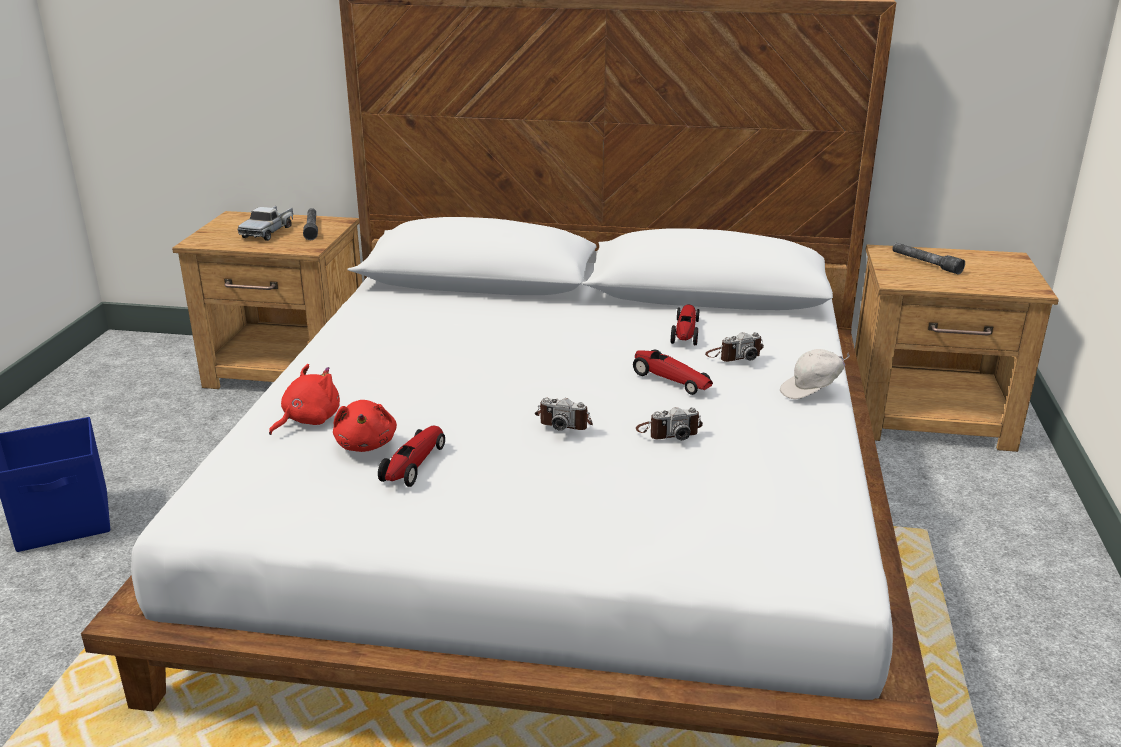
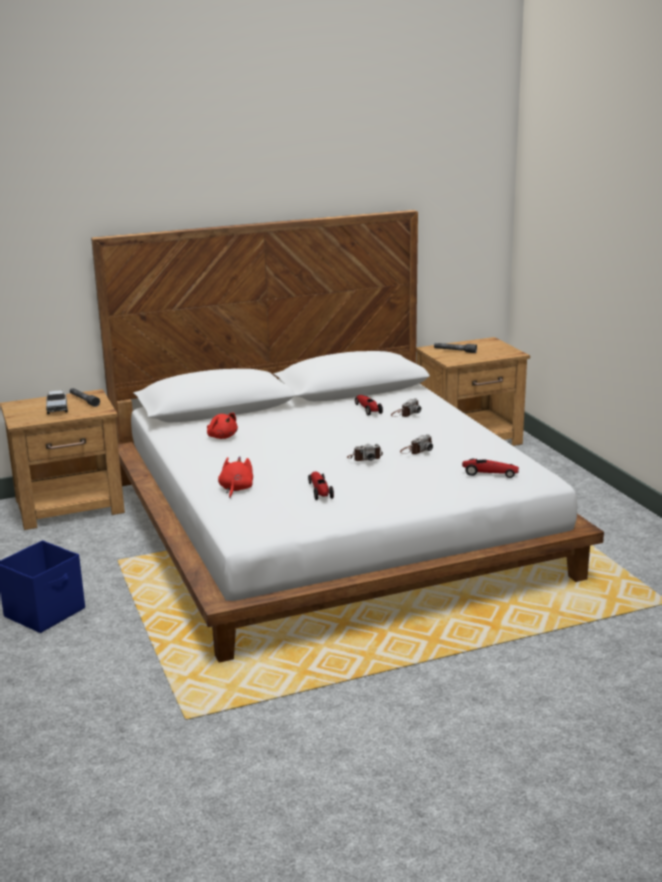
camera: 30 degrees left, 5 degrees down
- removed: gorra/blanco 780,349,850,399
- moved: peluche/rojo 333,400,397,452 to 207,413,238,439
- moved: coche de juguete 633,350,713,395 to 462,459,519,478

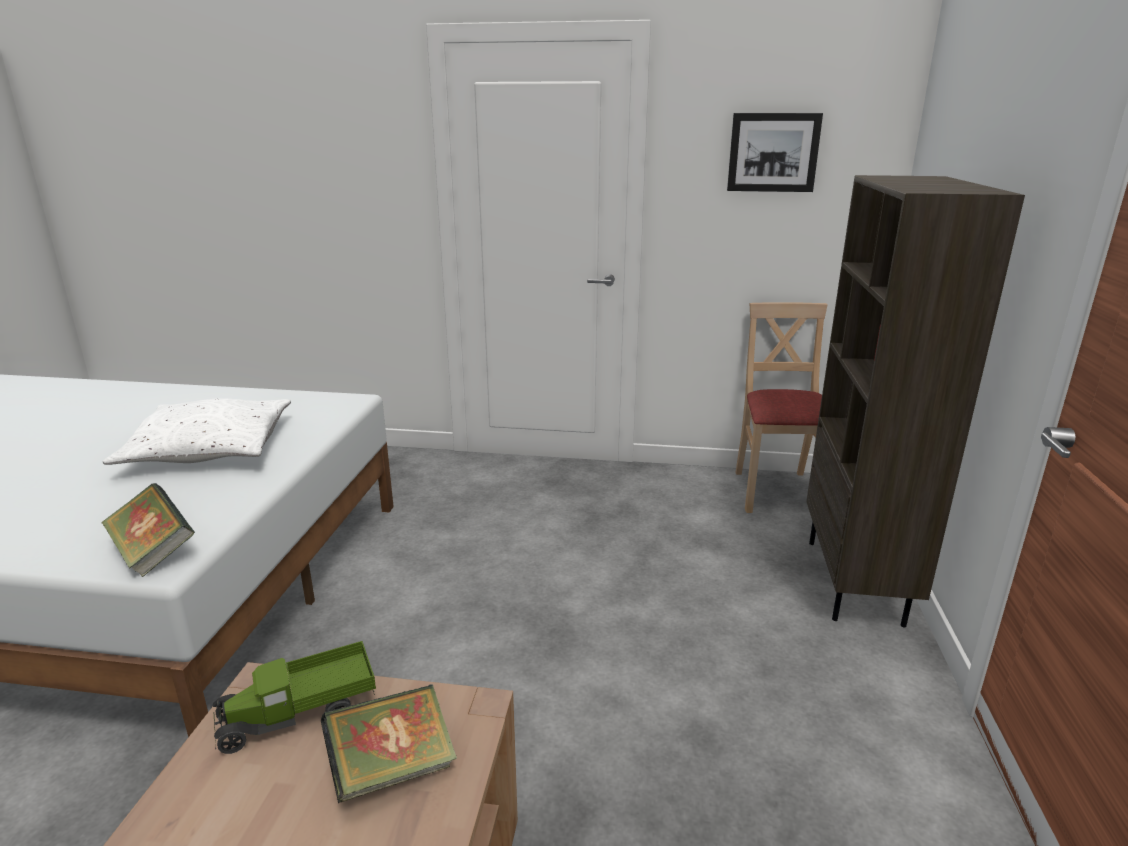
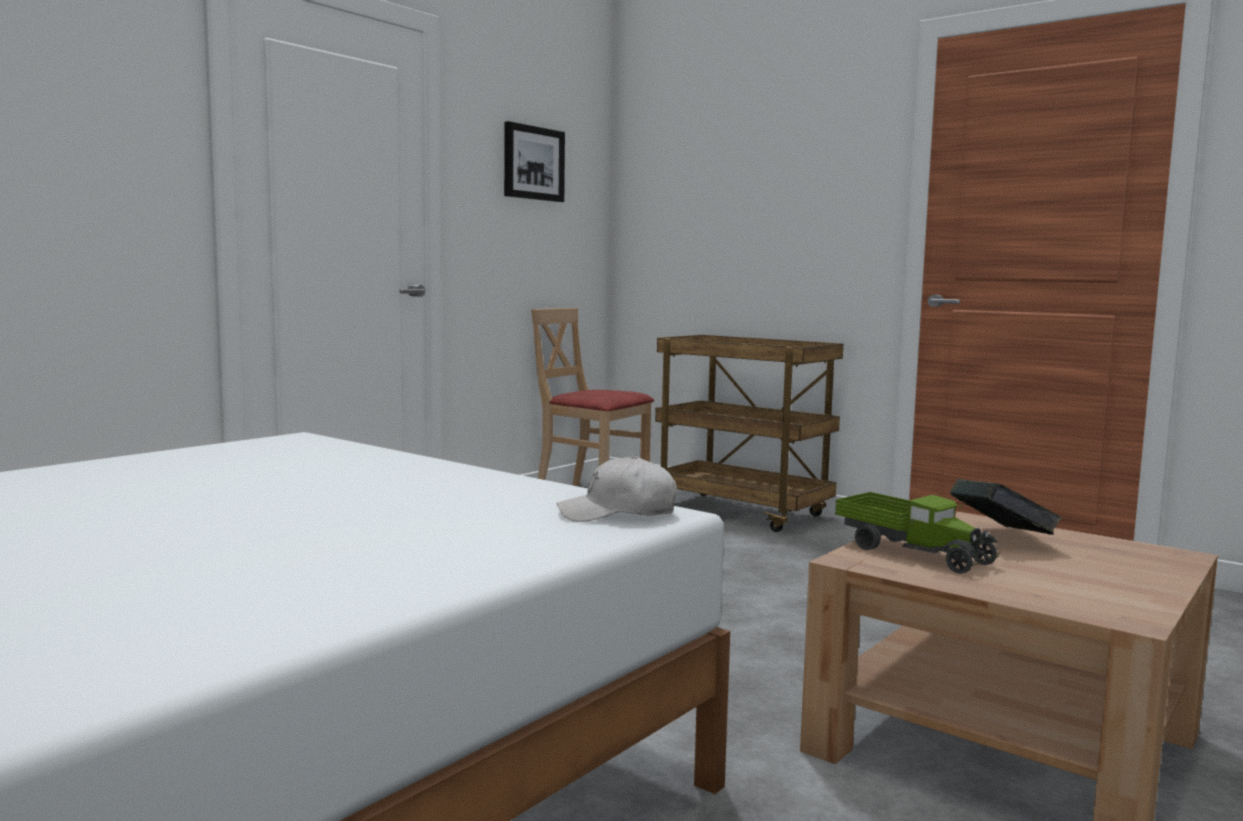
camera: 60 degrees left, 15 degrees down
- removed: cojín/blanco 103,398,291,465
- replaced: libro 102,483,195,577 to gorra/blanco 557,455,677,522
- replaced: estantería/marrón 806,175,1025,627 to carrito/marrón 655,335,843,532
- turned: camión de juguete 213,641,376,754 = 835,492,999,574 45 degrees counterclockwise

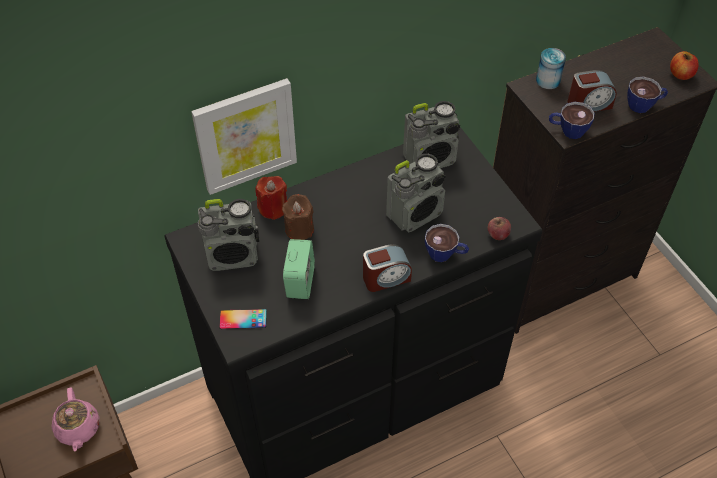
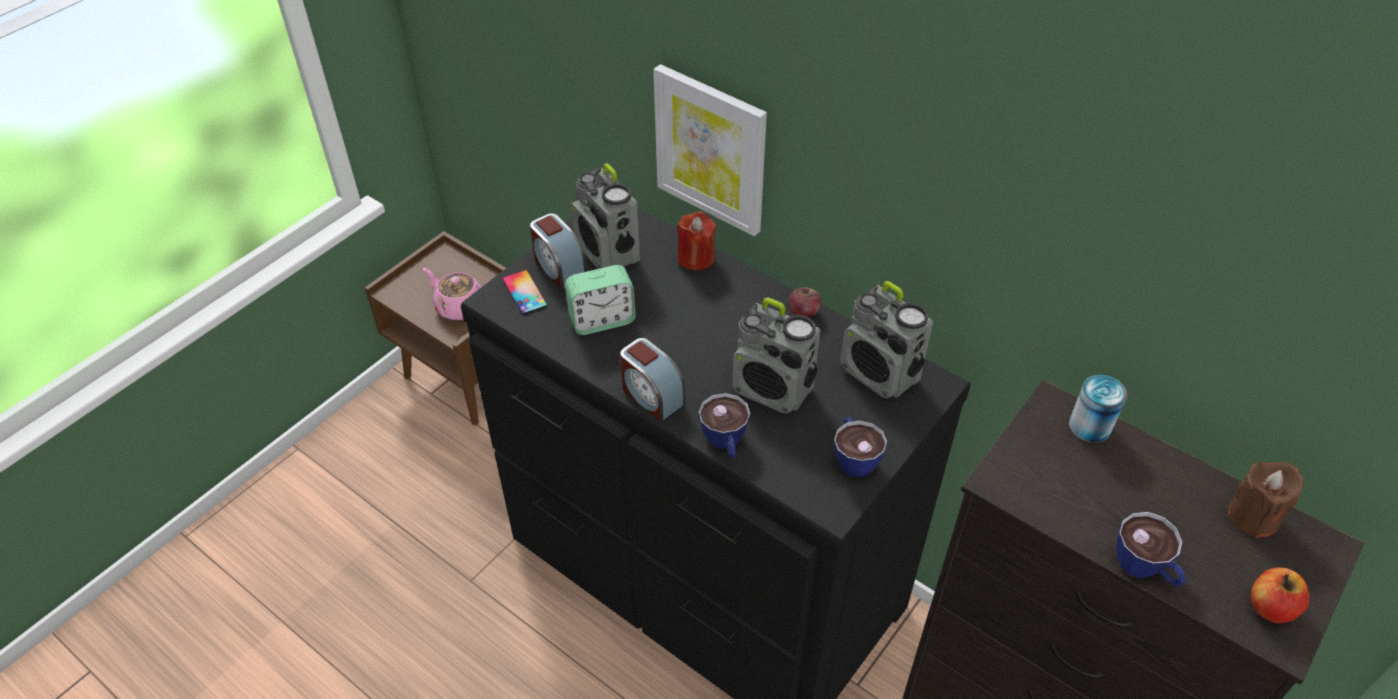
camera: 65 degrees right, 5 degrees down
- moved: vela/marrón 282,194,314,240 to 1228,462,1305,538
- moved: manzana 488,217,511,240 to 789,287,821,317
- moved: taza 549,102,594,139 to 834,417,887,478
- moved: despertador 568,70,617,112 to 530,213,587,289
- turned: tetera/rosa 52,388,100,451 = 423,268,481,320 75 degrees clockwise

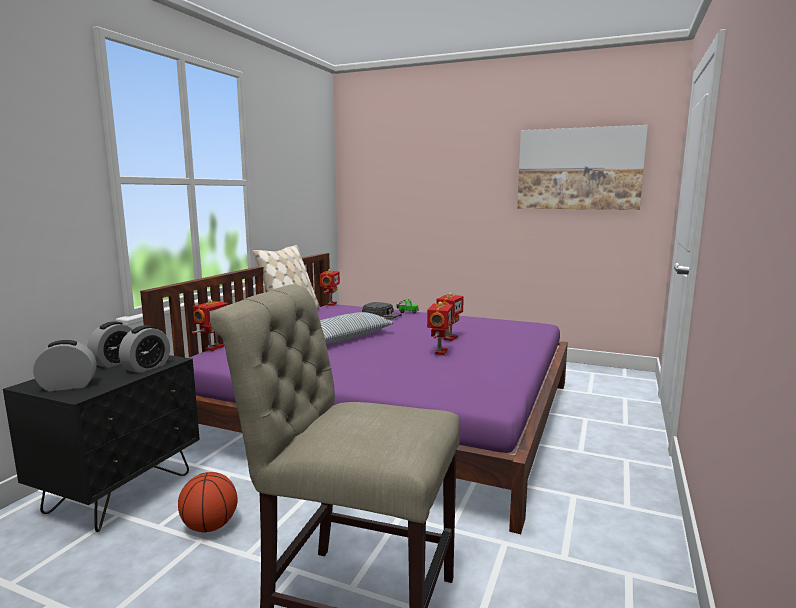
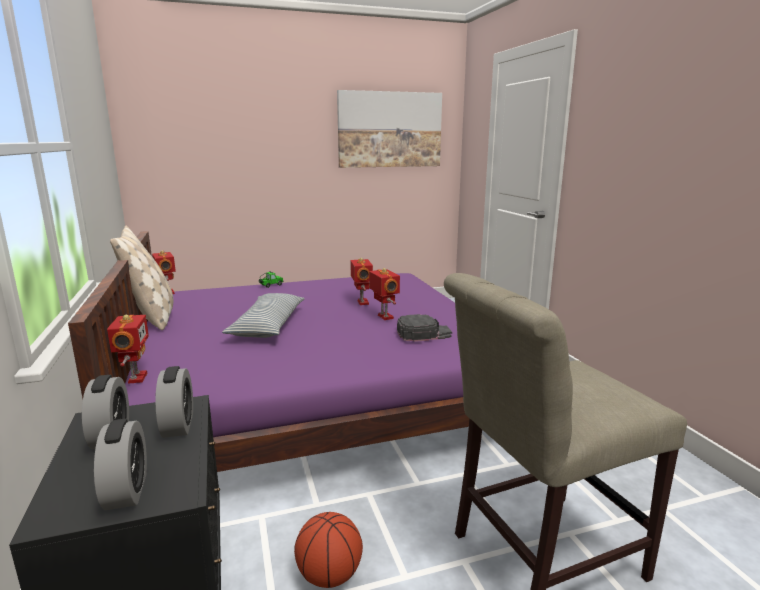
camera: 40 degrees left, 5 degrees up
- moved: gorra/negro 362,302,402,320 to 397,314,452,342
- turned: despertador 33,340,97,391 = 94,419,147,510 135 degrees clockwise

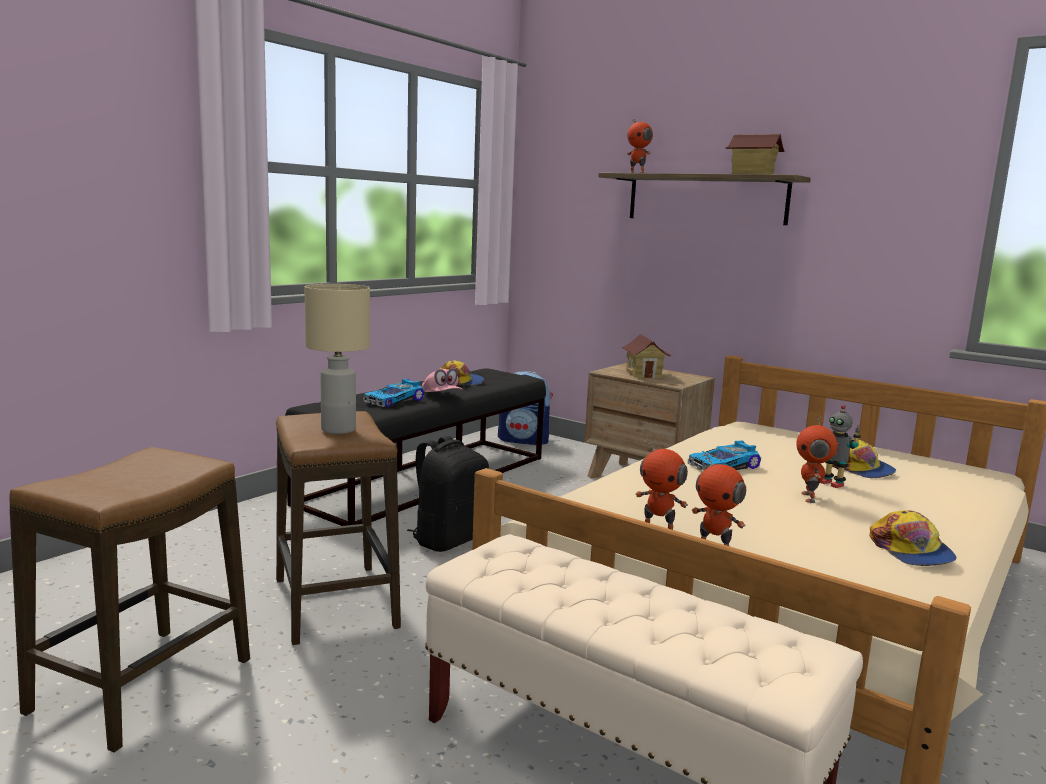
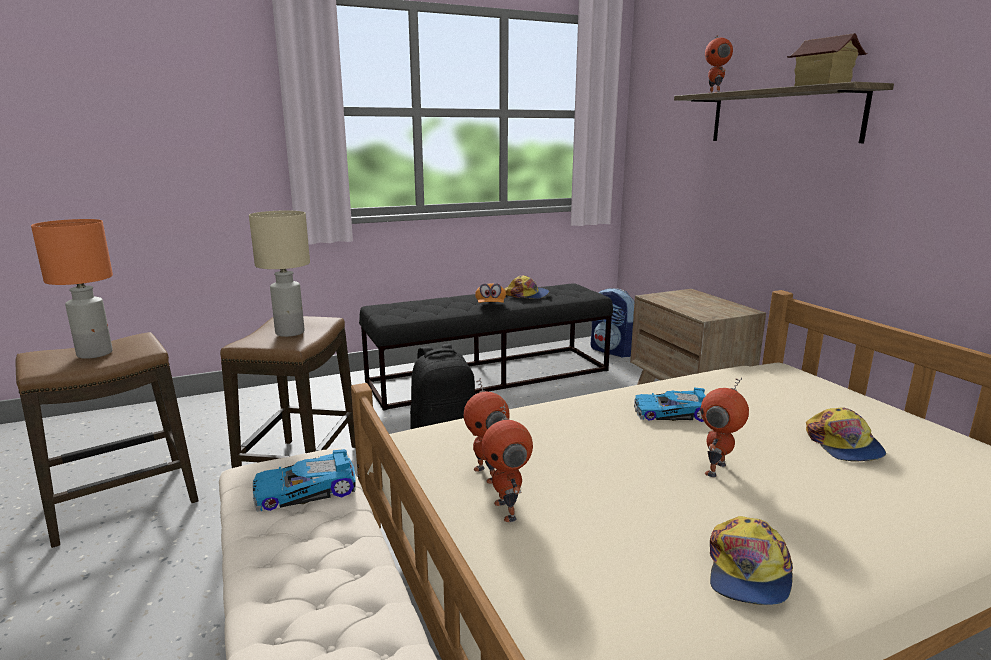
camera: 30 degrees right, 5 degrees up
- removed: casita 621,334,672,378
- removed: robot de juguete 820,405,861,488
- added: lámpara de mesa/naranja 31,219,113,359
- moved: coche de juguete 363,379,425,407 to 253,449,356,512
- recoloured: gorra/rosa 422,368,462,392 to gorra/naranja 475,283,506,303

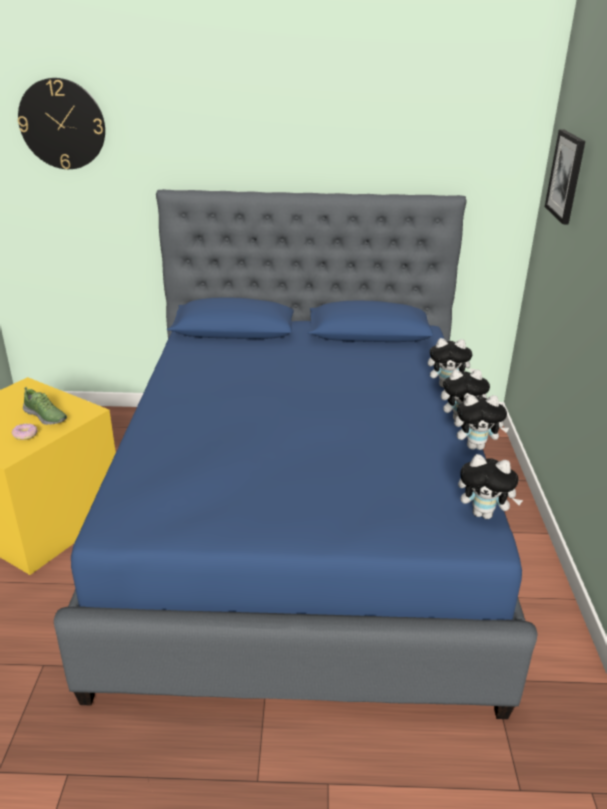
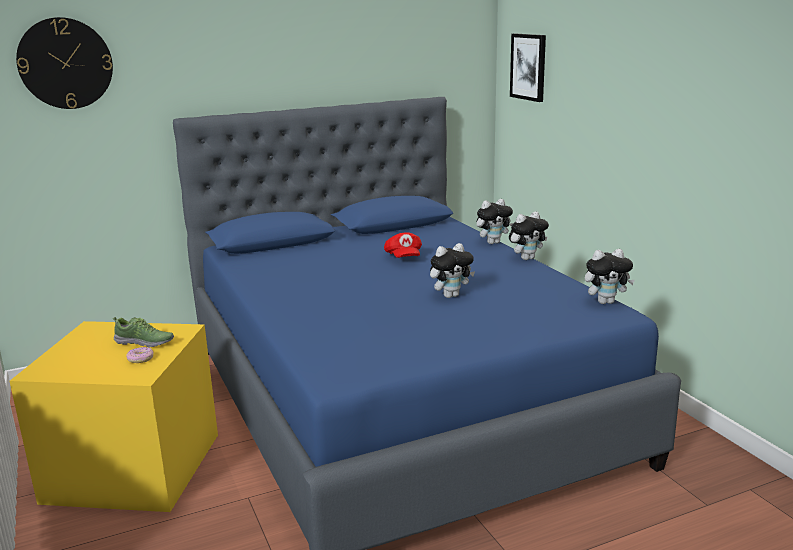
camera: 25 degrees left, 10 degrees down
- added: gorra/rojo 384,232,422,258
- moved: peluche 454,395,509,450 to 430,243,475,298

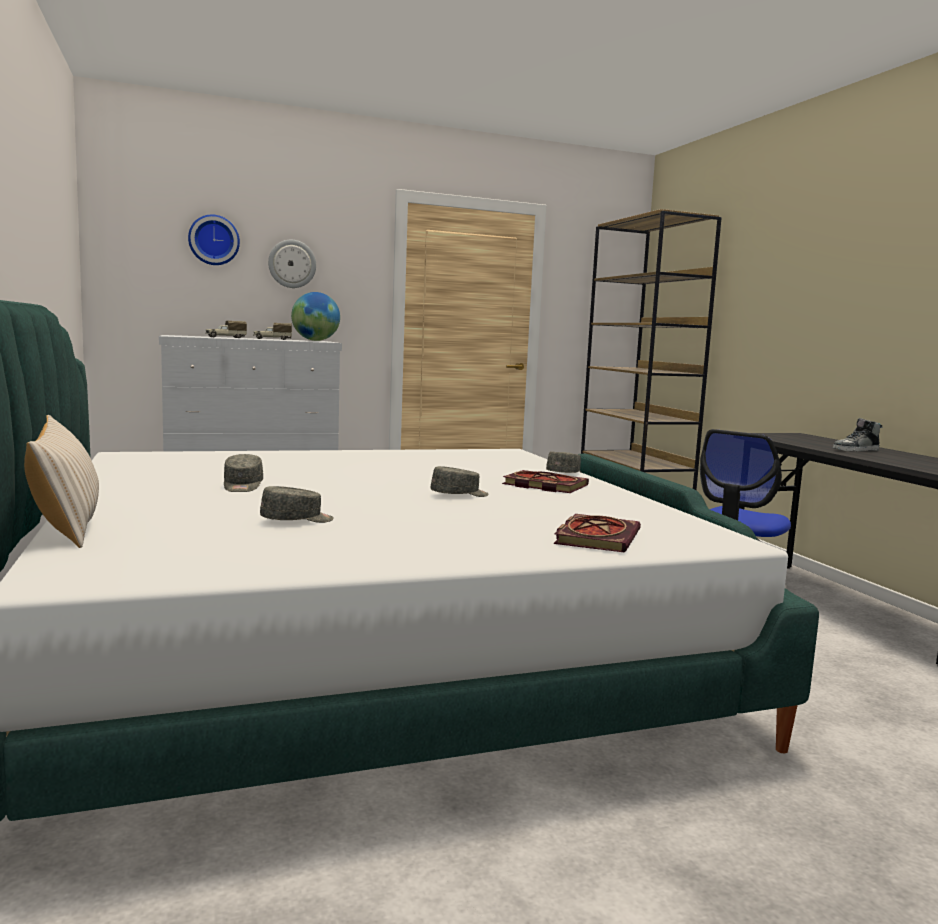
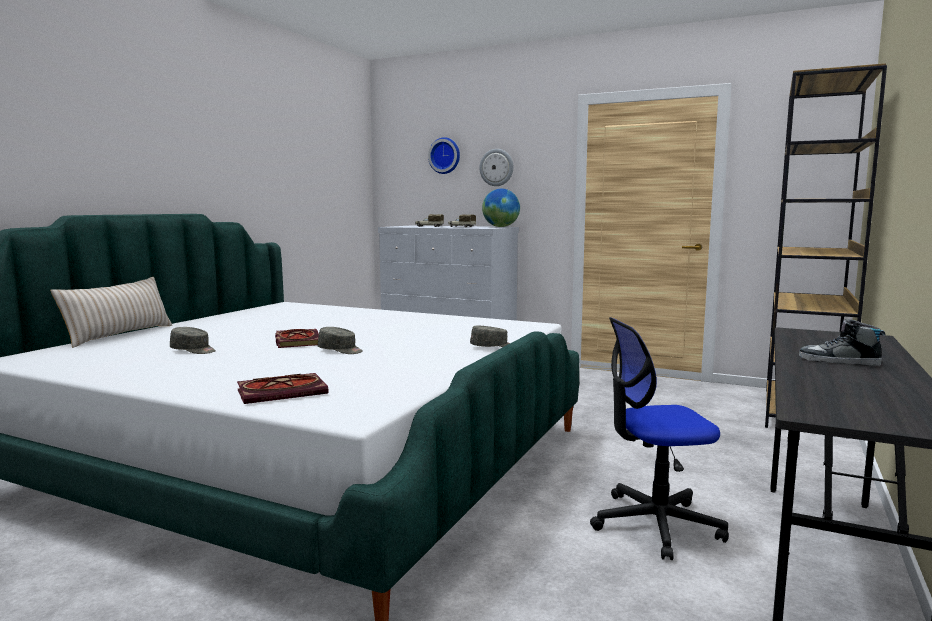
camera: 45 degrees right, 0 degrees up
- removed: gorra/gris 224,454,263,492
- moved: libro 502,470,589,493 to 275,329,319,348

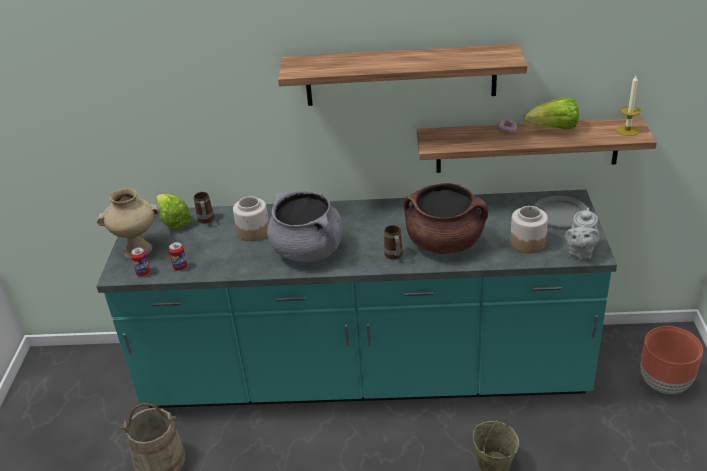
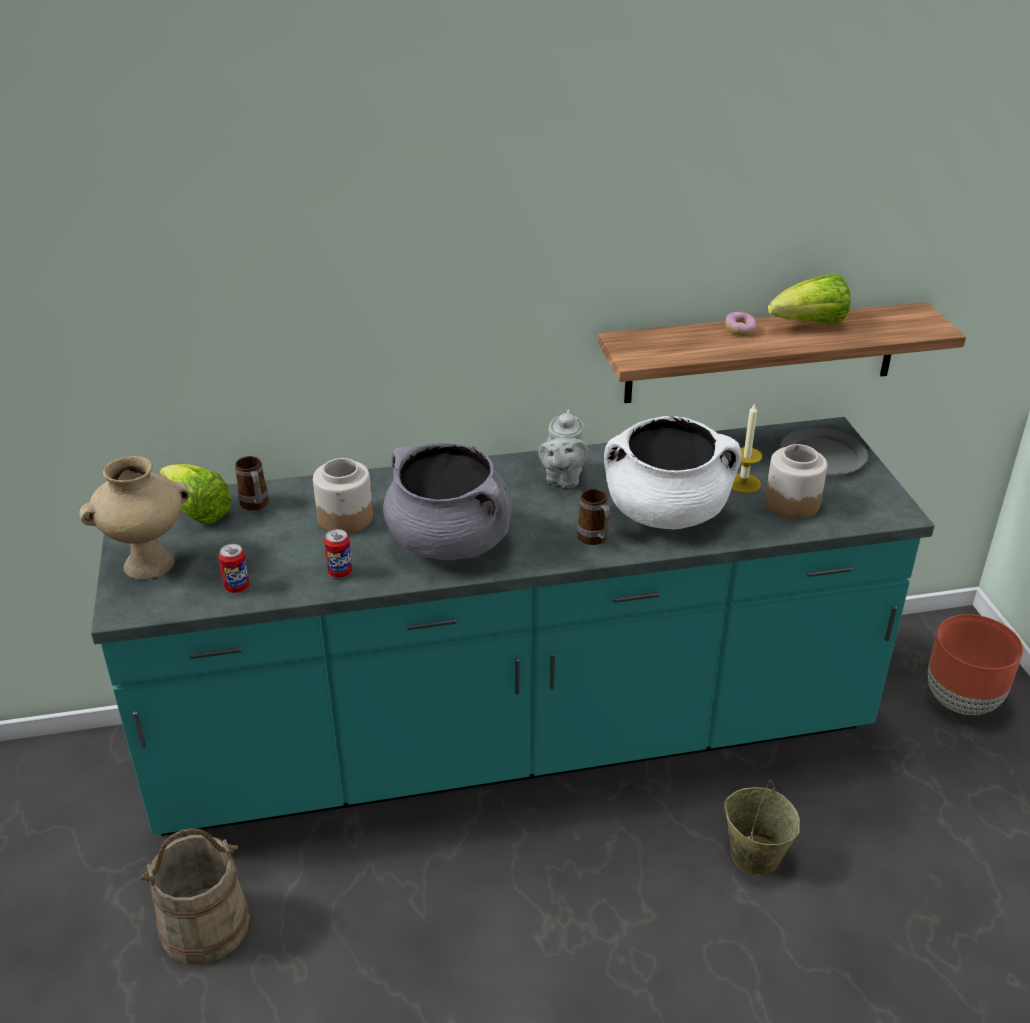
camera: 15 degrees left, 0 degrees up
- removed: estante 278,44,527,106
- moved: lata 131,248,150,276 to 324,529,352,578
- moved: tetera/gris 565,207,600,260 to 539,409,588,488
- moved: vela 616,76,641,136 to 731,402,763,493
- recoloured: olla/marrón 404,183,488,254 to olla/blanco 604,416,742,529

